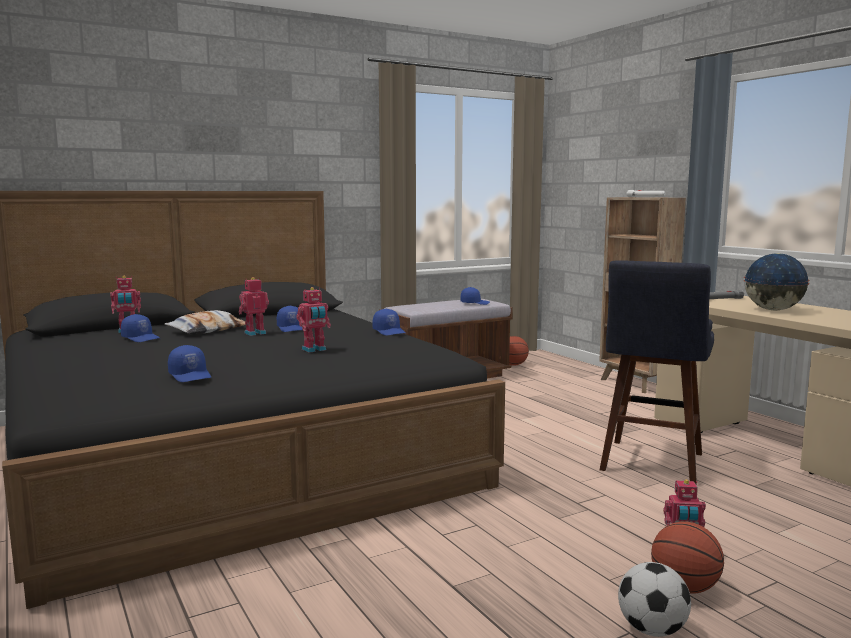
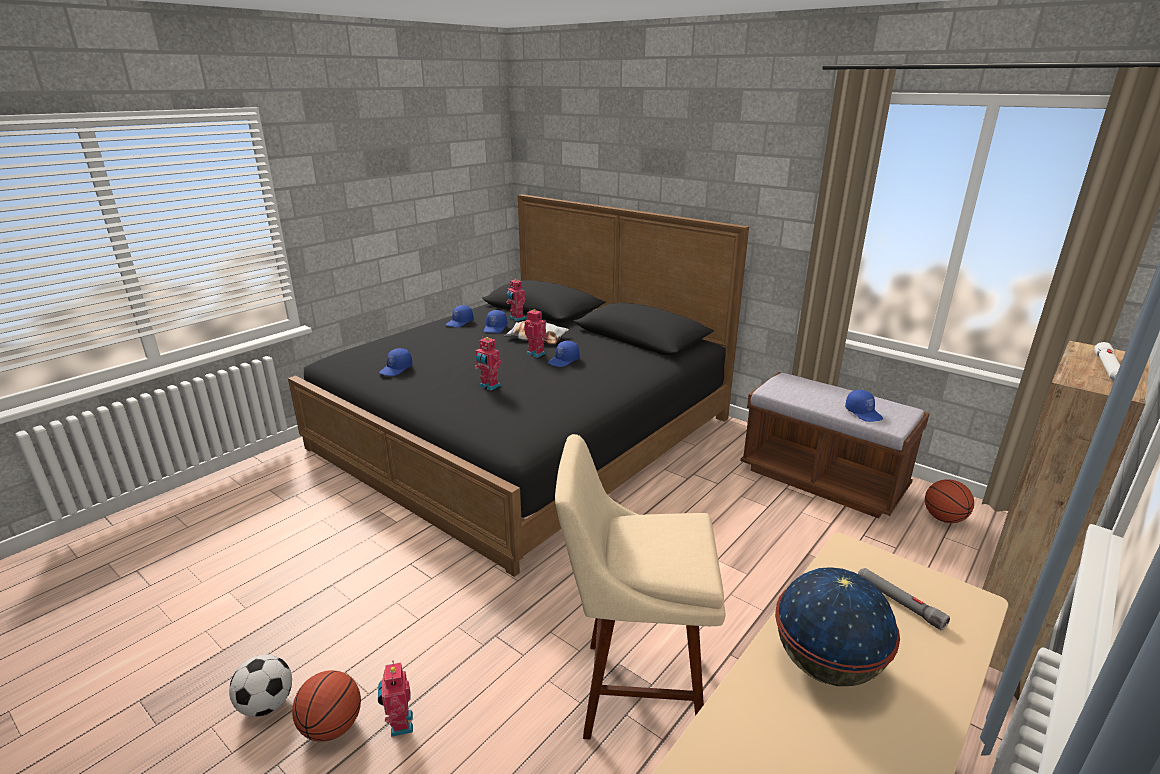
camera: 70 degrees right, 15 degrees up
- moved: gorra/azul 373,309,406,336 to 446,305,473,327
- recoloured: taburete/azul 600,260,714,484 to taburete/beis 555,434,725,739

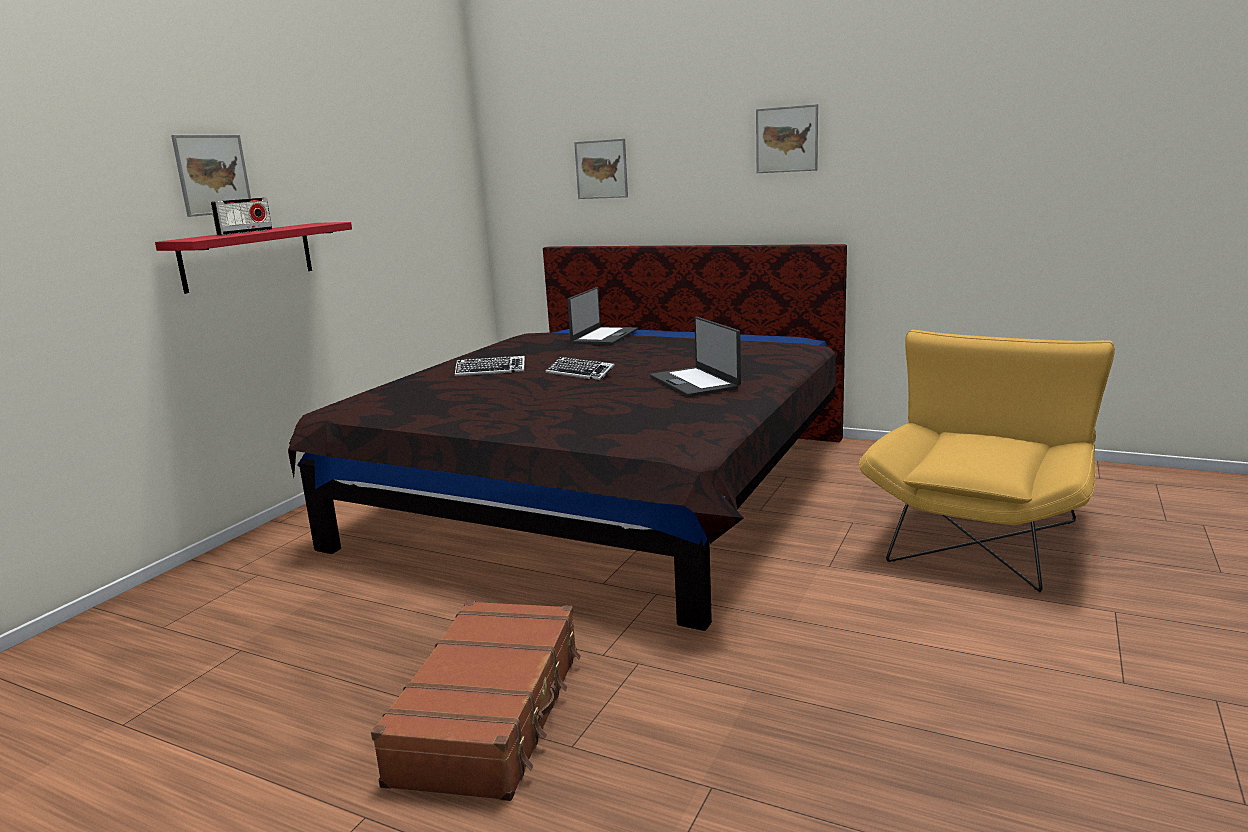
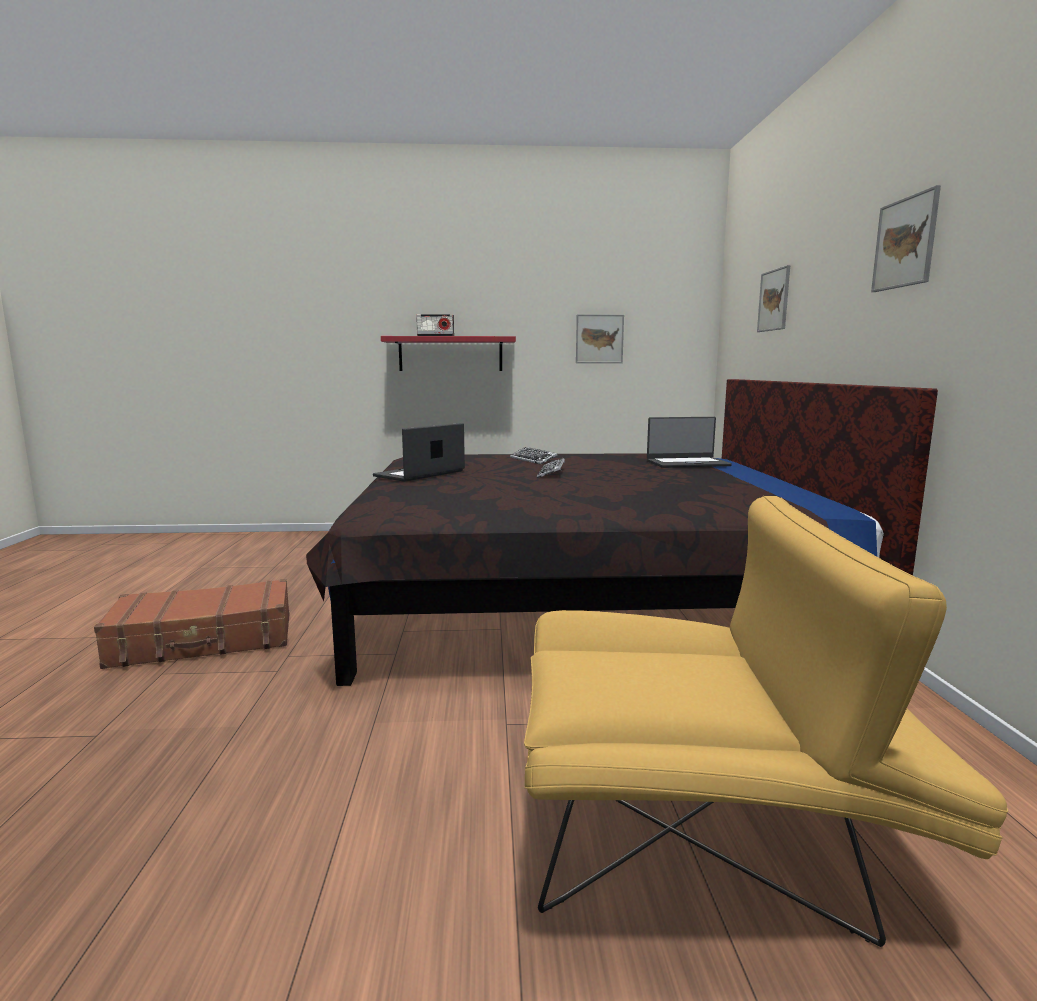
camera: 60 degrees right, 5 degrees down
- moved: cuadro 171,135,251,217 to 576,314,624,363
- moved: portátil 650,317,741,397 to 373,423,465,482

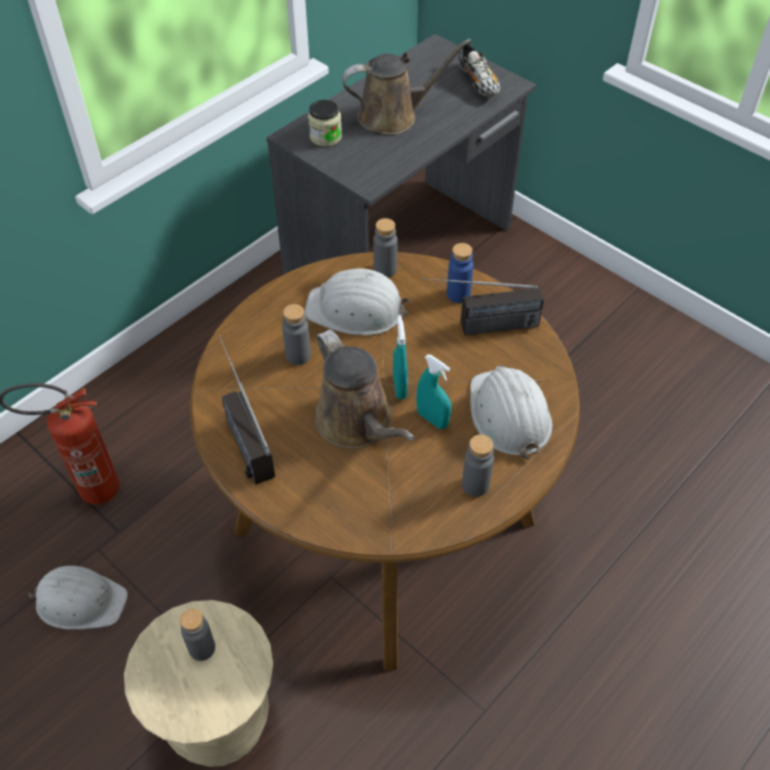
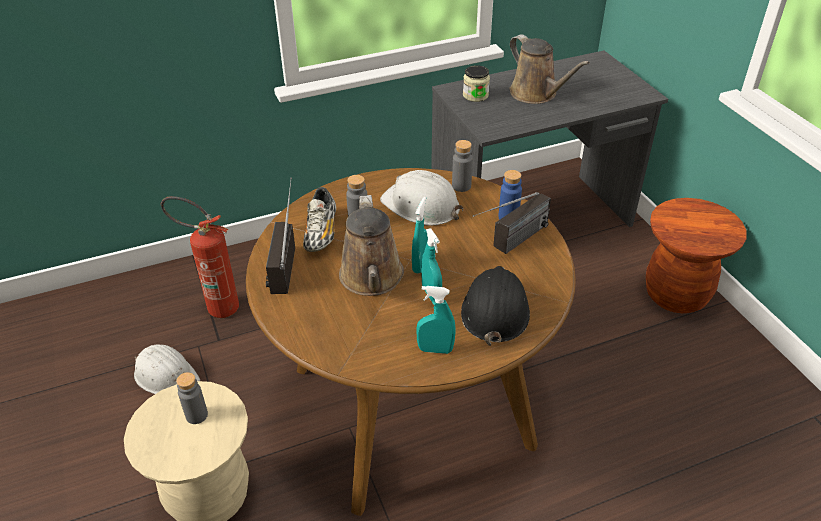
camera: 25 degrees right, 10 degrees down
- added: taburete/marrón 646,198,747,313
- moved: zapato 458,43,500,97 to 303,187,336,252
- replaced: botella/gris 462,435,494,497 to pulverizador/turquesa 416,286,455,354
- recoloured: casco/blanco 470,365,553,459 to casco/negro 461,266,530,346
- turned: regadera/marrón 342,39,472,135 = 509,34,590,104 45 degrees clockwise
- turned: radio 422,278,544,335 = 473,192,551,254 60 degrees counterclockwise

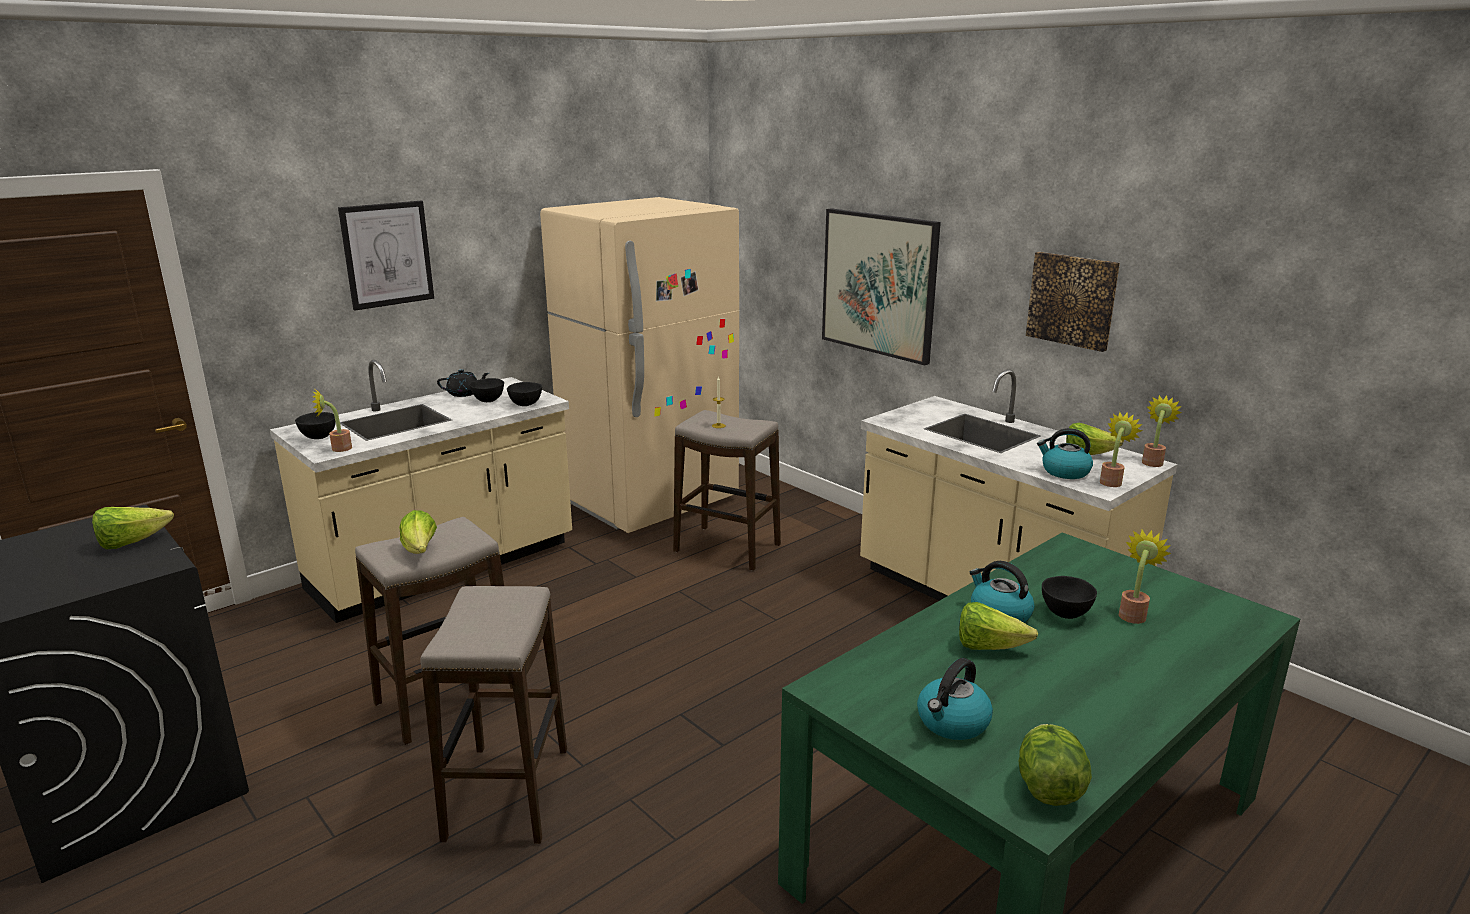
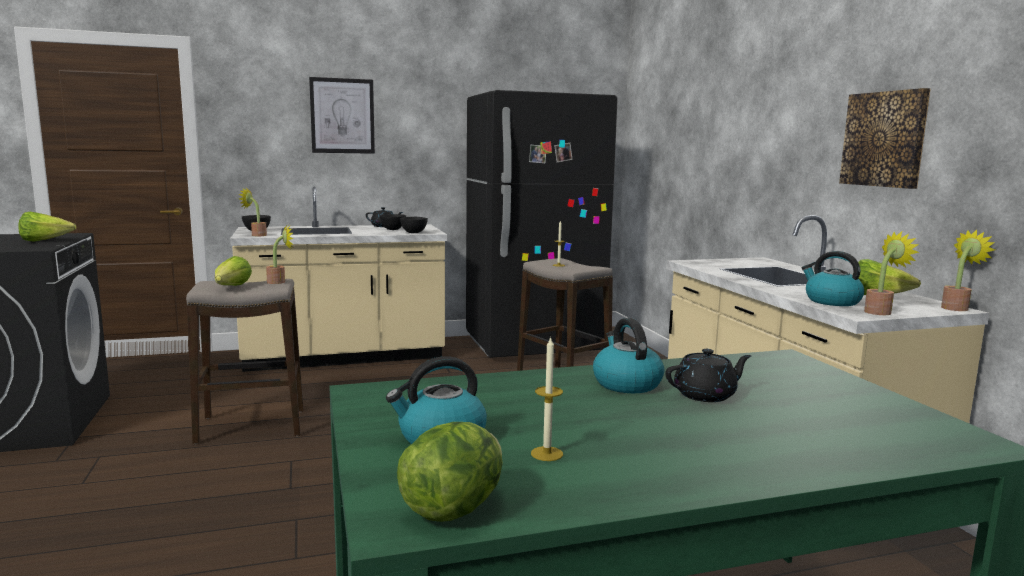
camera: 25 degrees right, 10 degrees down
- removed: taburete 420,586,567,844
- removed: cuadro 822,208,941,366
- removed: lechuga 959,602,1038,650
- added: vela 531,336,563,461
- moved: planta en maceta 1119,529,1171,624 to 266,225,294,284
- replaced: cuenco/negro 1042,576,1097,619 to tetera/negro 665,349,752,402
- recoloured: nevera/beis 540,197,739,533 to nevera/negro 466,90,618,358

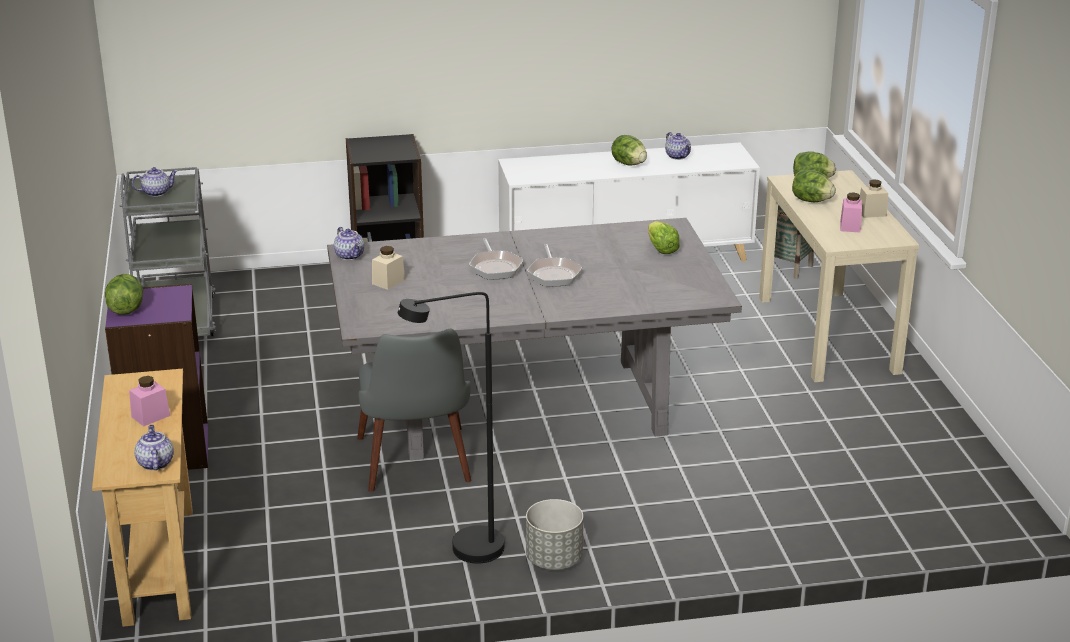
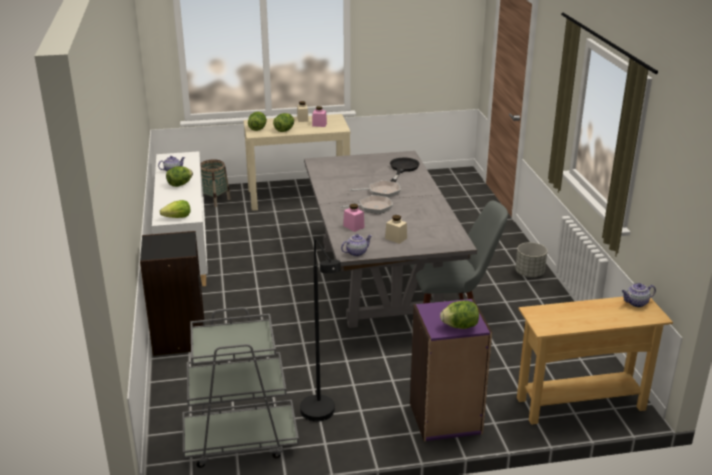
camera: 90 degrees left, 0 degrees up
- removed: tetera 132,167,178,197
- added: sartén/negro 390,157,420,182
- moved: tarro/rosa 129,376,170,426 to 343,204,365,232
- moved: lámpara de pie/negro 398,292,504,563 to 300,238,341,422
- moved: lechuga 648,221,680,254 to 160,200,190,218

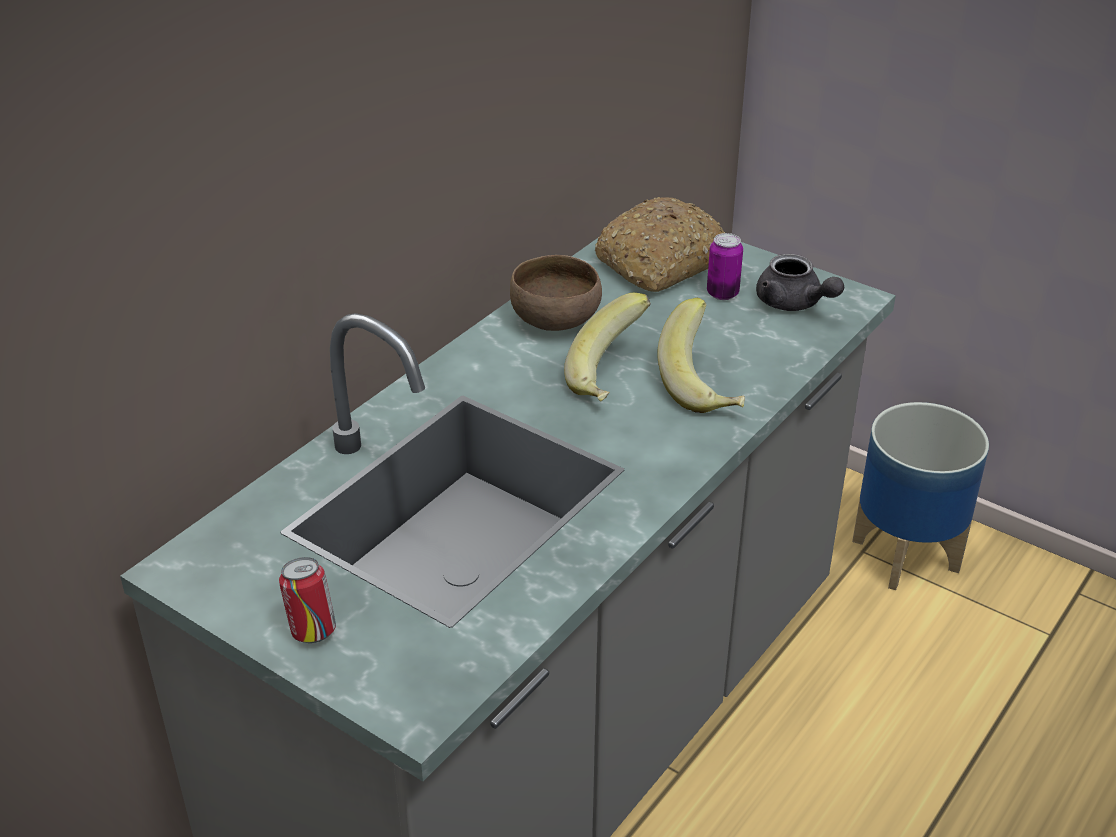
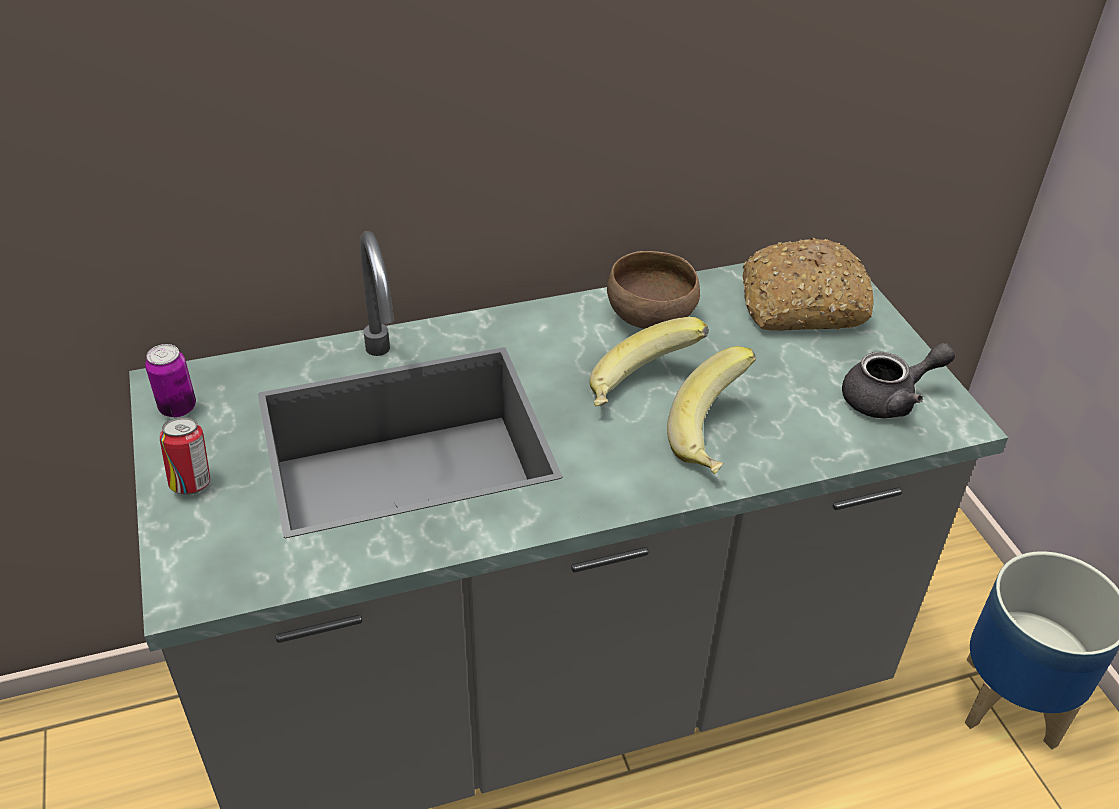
camera: 35 degrees right, 5 degrees up
- moved: lata 707,233,743,300 to 145,344,196,417
- turned: tetera/gris 756,254,844,311 = 842,343,955,419 105 degrees counterclockwise

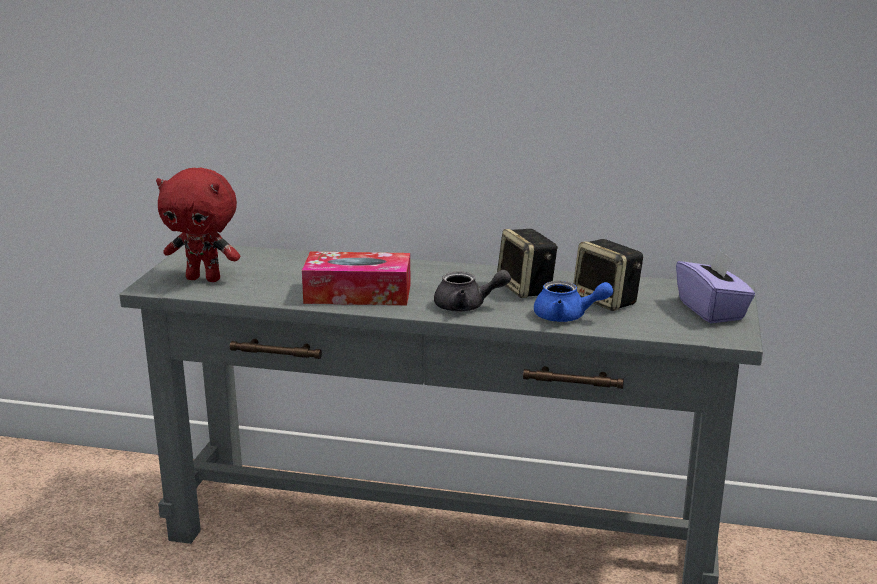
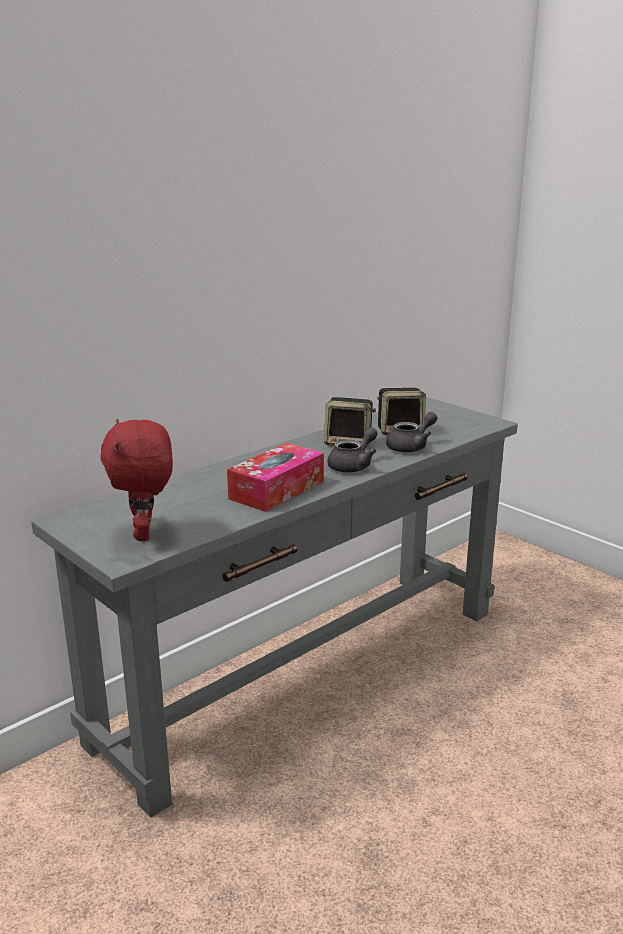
camera: 55 degrees left, 0 degrees up
- removed: caja de pañuelos/morado 676,248,755,323
- recoloured: tetera/azul 534,281,613,322 to tetera/gris 386,412,438,453
- turned: peluche/rojo 156,168,240,282 = 100,419,173,541 120 degrees clockwise

